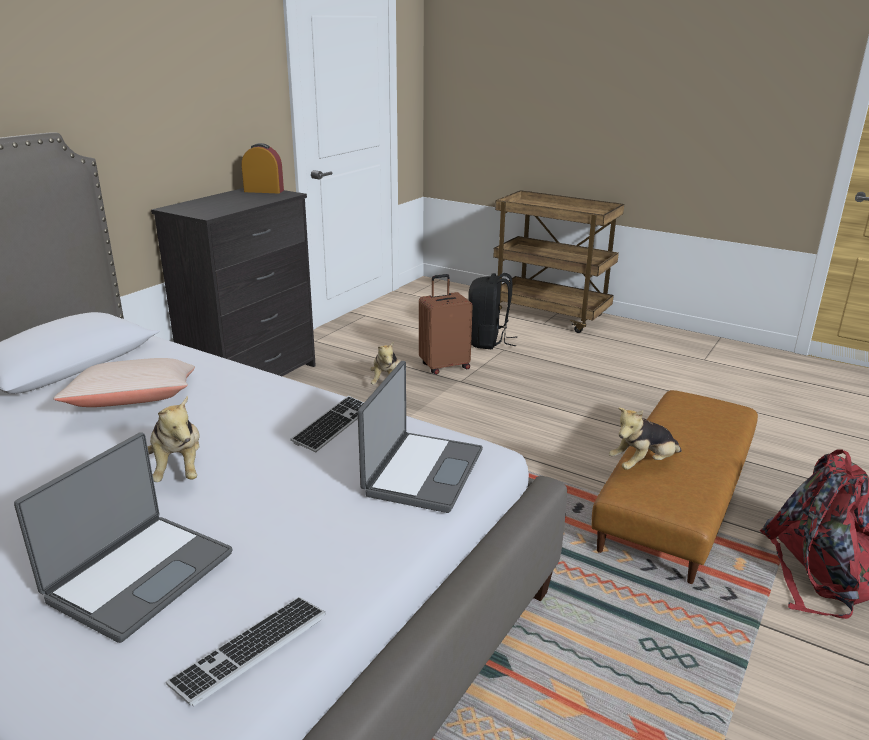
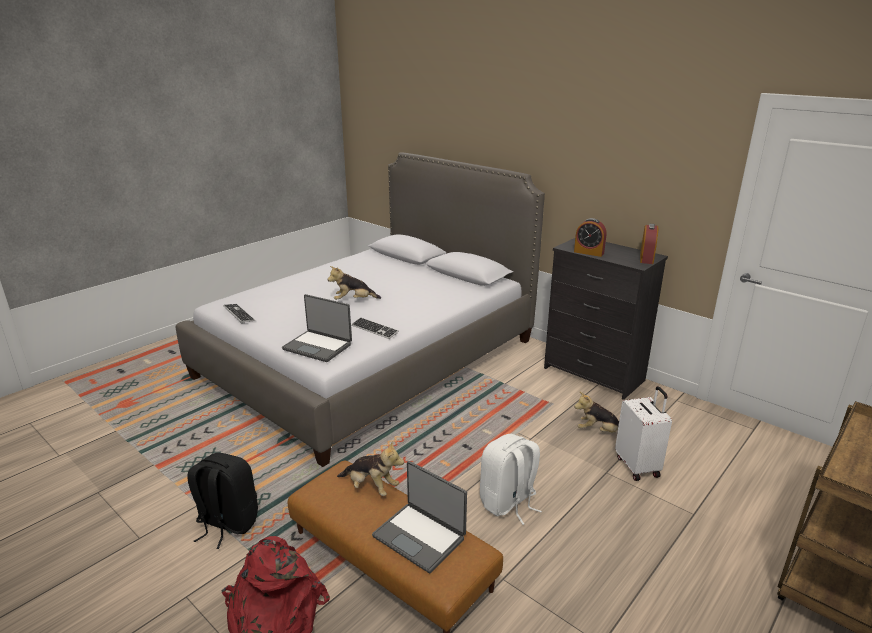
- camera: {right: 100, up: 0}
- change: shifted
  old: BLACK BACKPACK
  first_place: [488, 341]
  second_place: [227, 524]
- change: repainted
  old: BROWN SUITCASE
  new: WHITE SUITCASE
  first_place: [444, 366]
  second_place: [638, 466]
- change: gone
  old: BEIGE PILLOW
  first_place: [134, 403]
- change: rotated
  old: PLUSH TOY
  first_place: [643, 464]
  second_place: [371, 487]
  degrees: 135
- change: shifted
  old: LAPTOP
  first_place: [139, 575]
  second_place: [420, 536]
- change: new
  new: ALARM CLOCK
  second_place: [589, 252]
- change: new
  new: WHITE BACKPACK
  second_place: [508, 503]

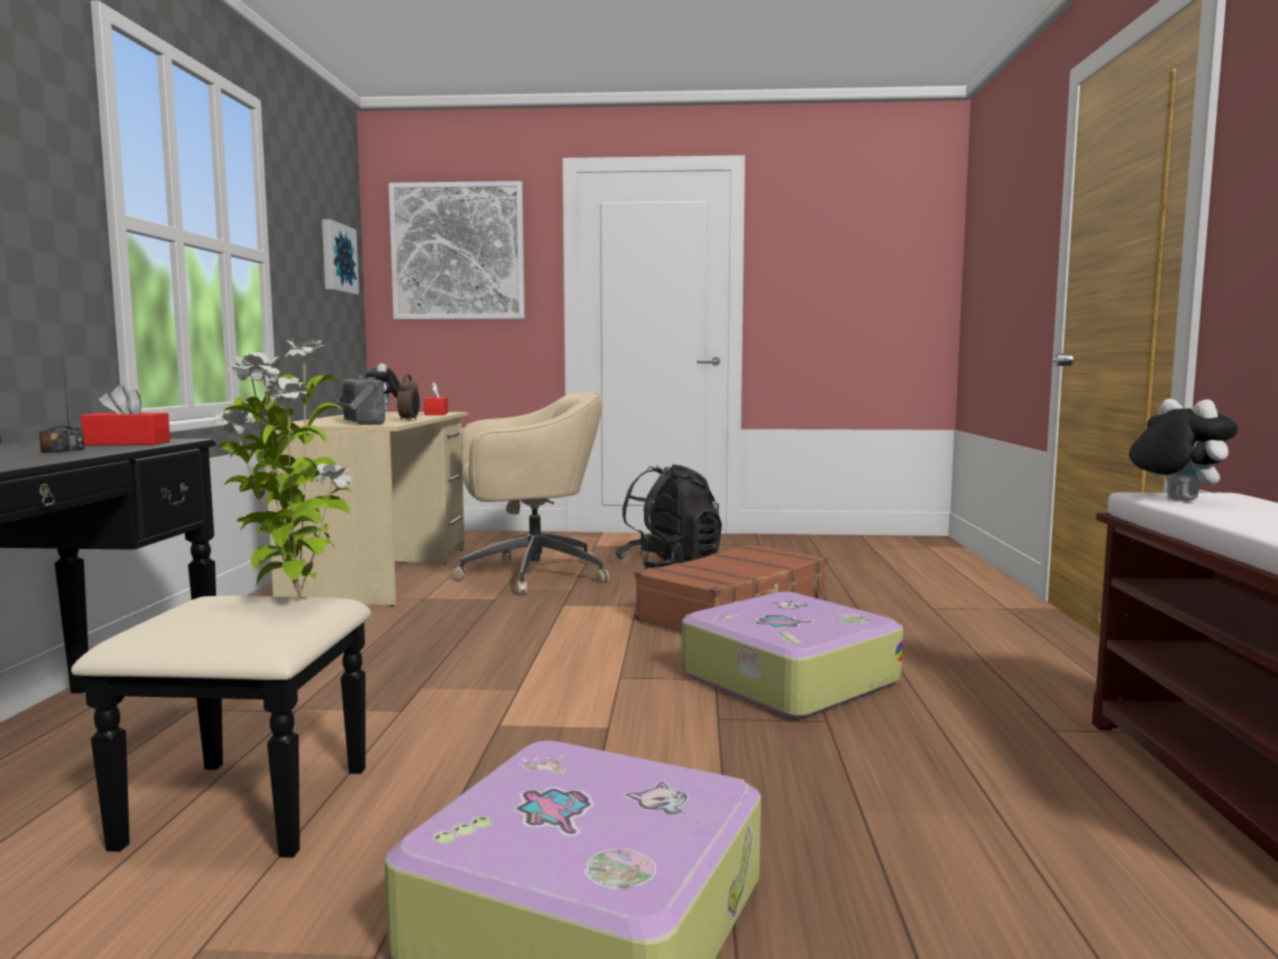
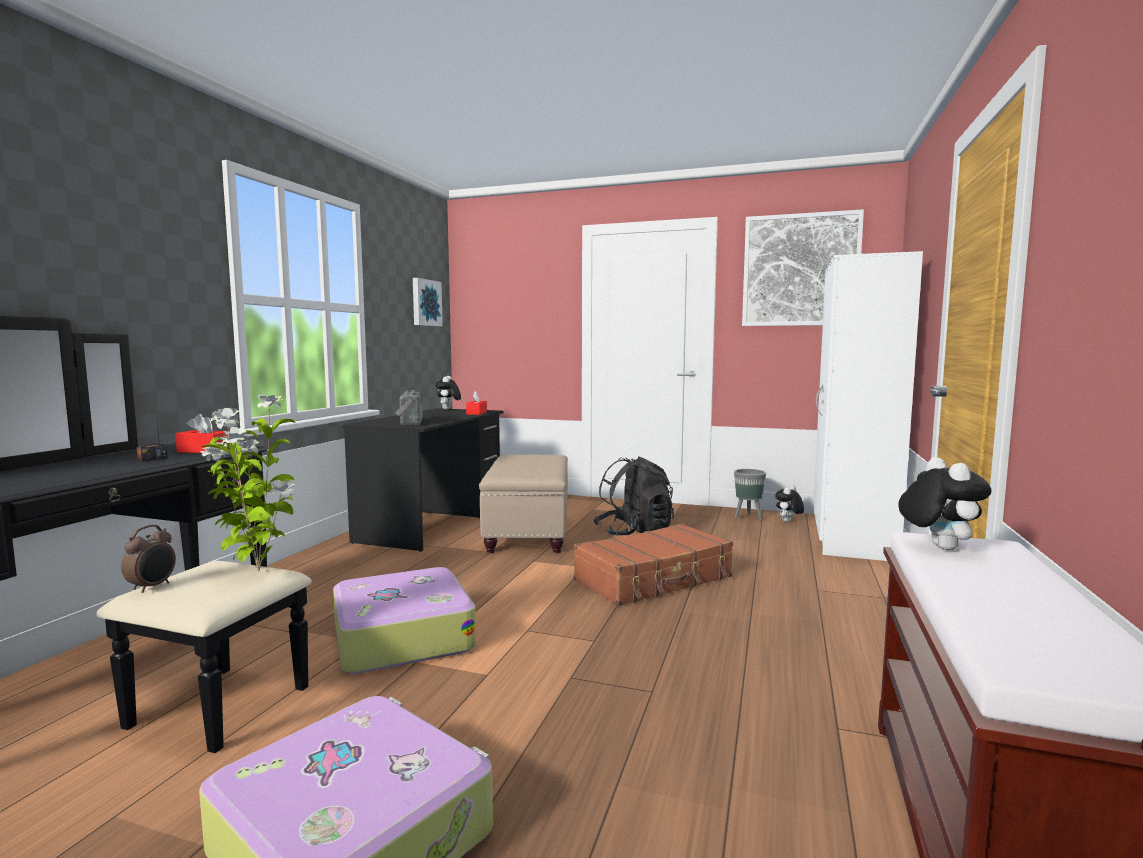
- camera: {right: 15, up: 0}
- change: shifted
  old: PICTURE
  first_place: [458, 251]
  second_place: [800, 270]
- change: shifted
  old: ALARM CLOCK
  first_place: [409, 420]
  second_place: [152, 587]
- change: swapped
  old: BEIGE OFFICE CHAIR
  new: BEIGE OTTOMAN
  first_place: [529, 575]
  second_place: [528, 533]
- change: repainted
  old: BEIGE DESK
  new: BLACK DESK
  first_place: [381, 573]
  second_place: [433, 523]
- change: shifted
  old: SUITCASE
  first_place: [786, 678]
  second_place: [401, 636]
- change: new
  new: WHITE WARDROBE
  second_place: [851, 539]
- change: new
  new: GREY PLANTER
  second_place: [748, 517]
- change: new
  new: PLUSH TOY
  second_place: [788, 521]

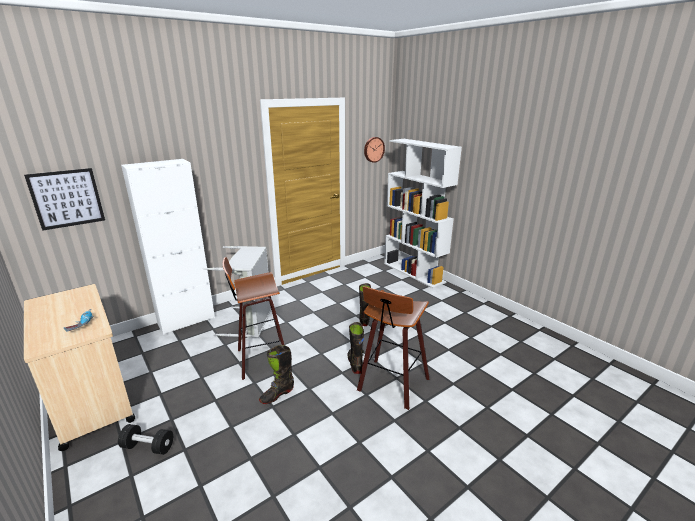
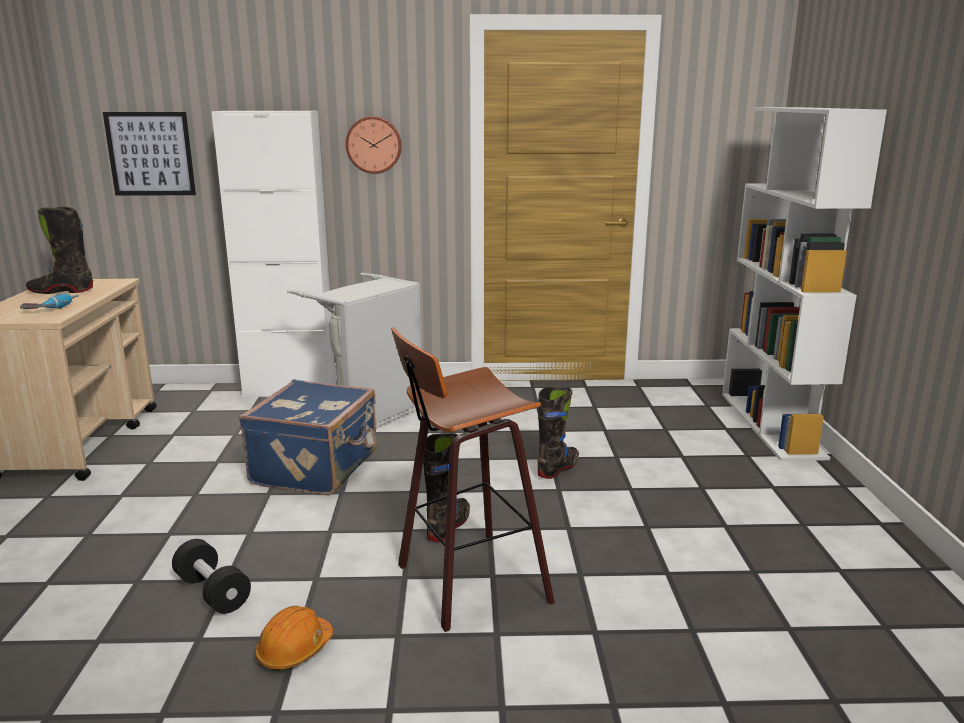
- camera: {right: 35, up: -5}
- change: shifted
  old: WALL CLOCK
  first_place: [373, 149]
  second_place: [374, 145]
- change: swapped
  old: STOOL
  new: BLUE SUITCASE
  first_place: [261, 359]
  second_place: [317, 468]
- change: shifted
  old: BLACK BOOT
  first_place: [277, 394]
  second_place: [61, 291]
- change: shifted
  old: BLACK DUMBBELL
  first_place: [148, 447]
  second_place: [212, 592]
- change: new
  new: ORANGE HARD HAT
  second_place: [294, 650]

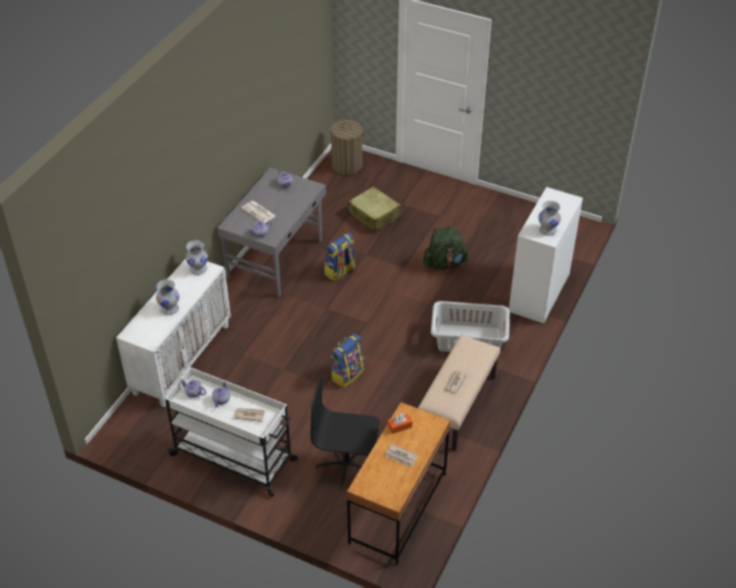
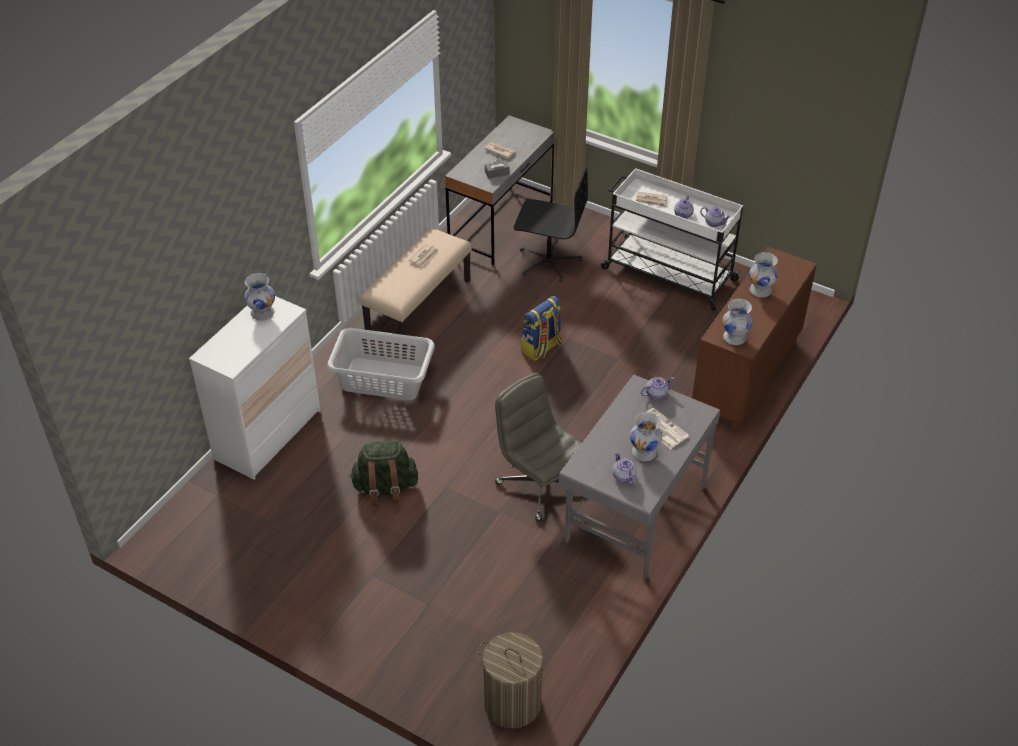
- camera: {right: -175, up: 0}
- change: gone
  old: BEIGE SUITCASE
  first_place: [374, 216]
- change: swapped
  old: BACKPACK
  new: GREY OFFICE CHAIR
  first_place: [340, 272]
  second_place: [540, 485]
- change: repainted
  old: WHITE CABINET
  new: BROWN CABINET
  first_place: [181, 358]
  second_place: [746, 378]
- change: repainted
  old: BROWN DESK
  new: GREY DESK
  first_place: [398, 508]
  second_place: [501, 224]
- change: repainted
  old: ORANGE TISSUE BOX
  new: GREY TISSUE BOX
  first_place: [399, 426]
  second_place: [497, 173]
- change: new
  new: WHITE VASE
  second_place: [644, 452]

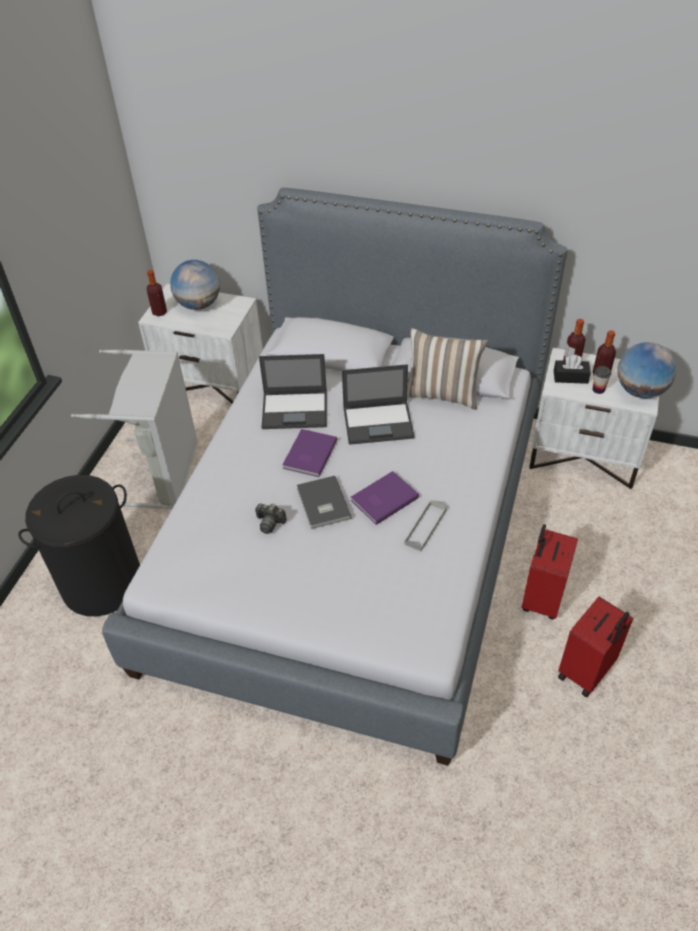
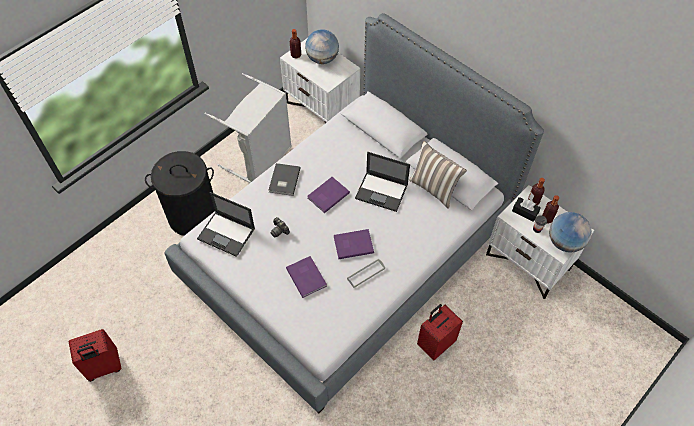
- camera: {right: 25, up: 10}
- change: shifted
  old: LAPTOP
  first_place: [295, 410]
  second_place: [227, 234]
- change: shifted
  old: GREY BOOK
  first_place: [322, 504]
  second_place: [283, 180]
- change: shifted
  old: RED SUITCASE
  first_place: [587, 672]
  second_place: [104, 367]
- change: new
  new: PURPLE BOOK
  second_place: [307, 276]

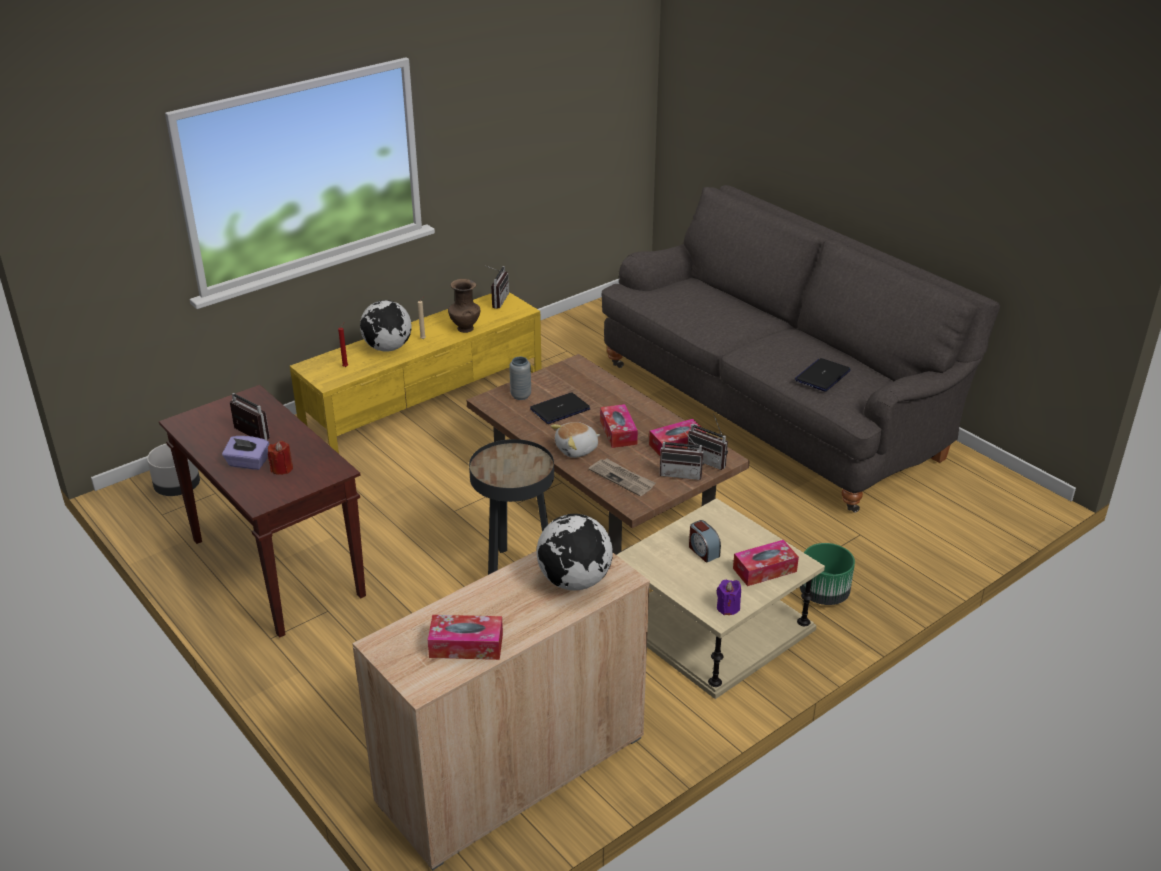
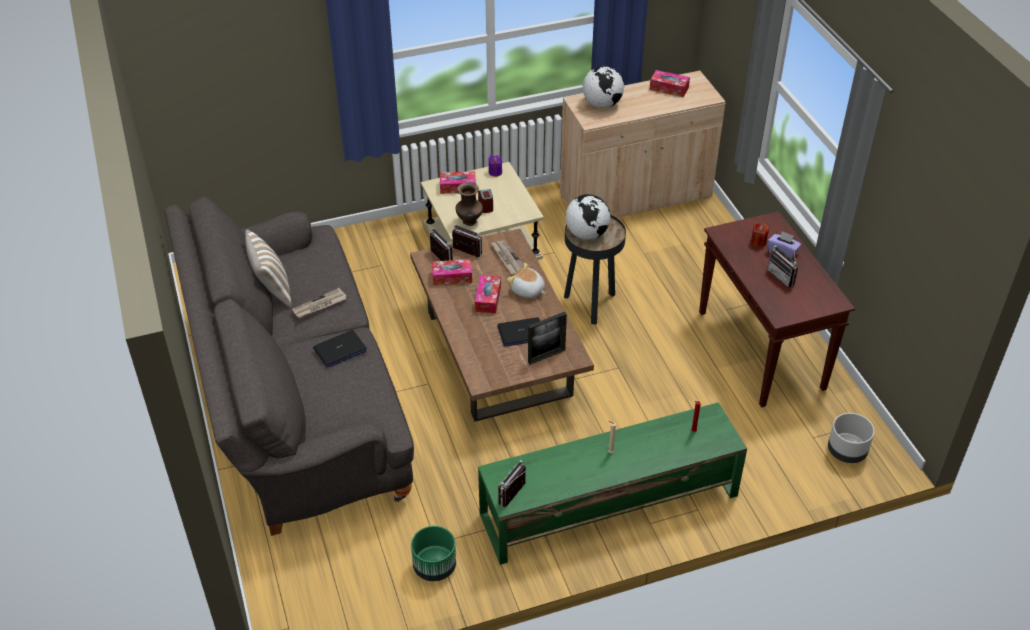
- camera: {right: -160, up: 10}
- change: shifted
  old: BROWN VASE
  first_place: [465, 328]
  second_place: [469, 222]
- change: repainted
  old: YELLOW TV STAND
  new: GREEN TV STAND
  first_place: [426, 400]
  second_place: [608, 505]
- change: shifted
  old: GLOBE
  first_place: [388, 348]
  second_place: [587, 234]
- change: swapped
  old: GREY VASE
  new: PICTURE FRAME
  first_place: [521, 396]
  second_place: [546, 356]
- change: shifted
  old: LAPTOP
  first_place: [822, 376]
  second_place: [340, 350]
- change: rotated
  old: PLUSH TOY
  first_place: [577, 450]
  second_place: [527, 291]
  degrees: -135
- change: shifted
  old: GREEN PLANTER
  first_place: [824, 594]
  second_place: [434, 566]
- change: new
  new: PILLOW
  second_place: [272, 290]
- change: new
  new: NEWSPAPER
  second_place: [319, 305]

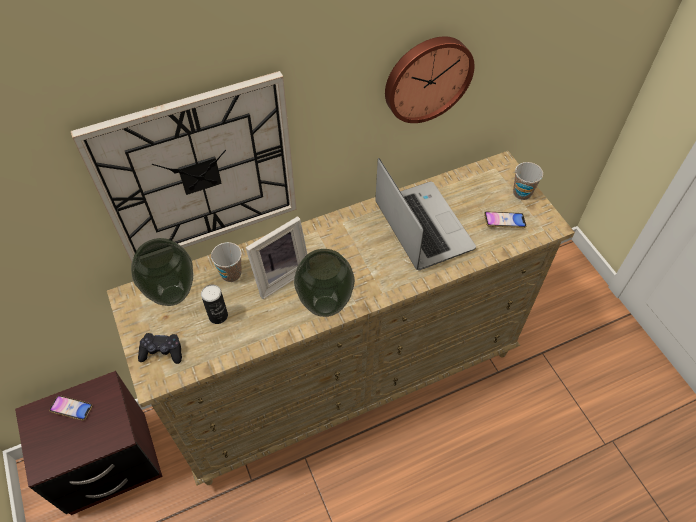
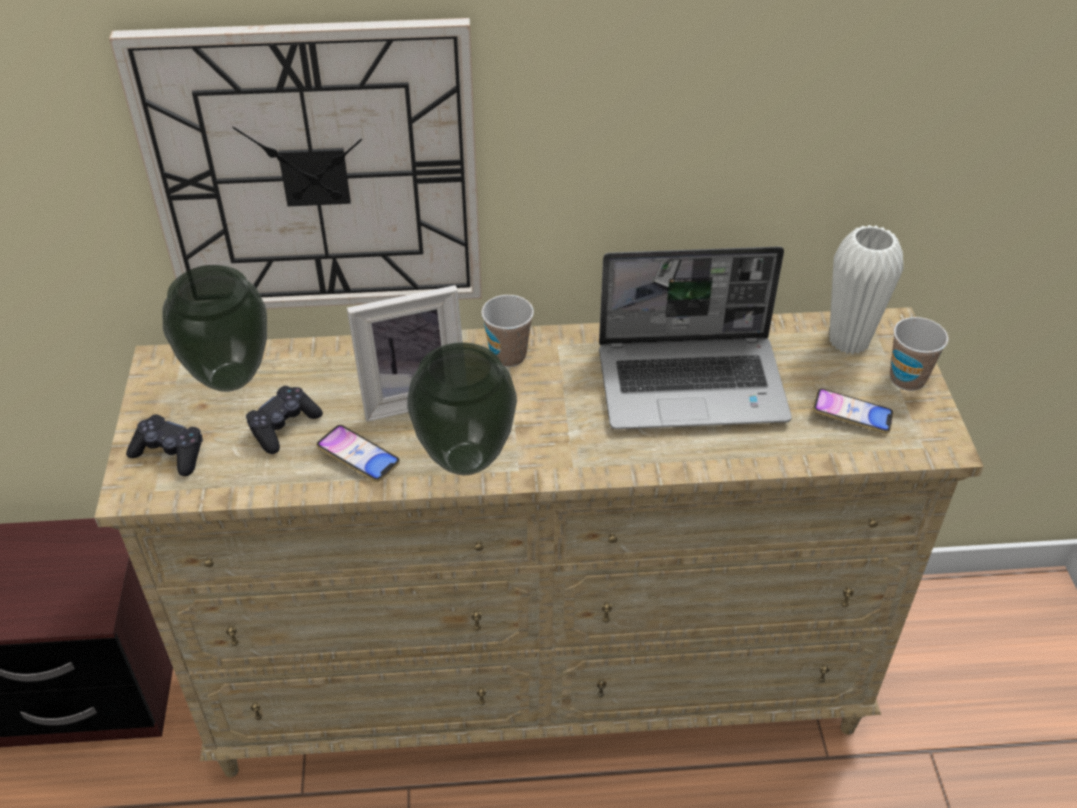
- camera: {right: 20, up: -10}
- change: gone
  old: WALL CLOCK
  first_place: [427, 78]
- change: rotated
  old: LAPTOP
  first_place: [421, 226]
  second_place: [693, 384]
  degrees: 90
- change: shifted
  old: CUP
  first_place: [231, 274]
  second_place: [508, 356]
- change: swapped
  old: CAN
  new: BLACK GAME CONTROLLER
  first_place: [218, 316]
  second_place: [283, 426]
- change: shifted
  old: PHONE
  first_place: [72, 409]
  second_place: [358, 457]
- change: new
  new: WHITE VASE
  second_place: [848, 341]

